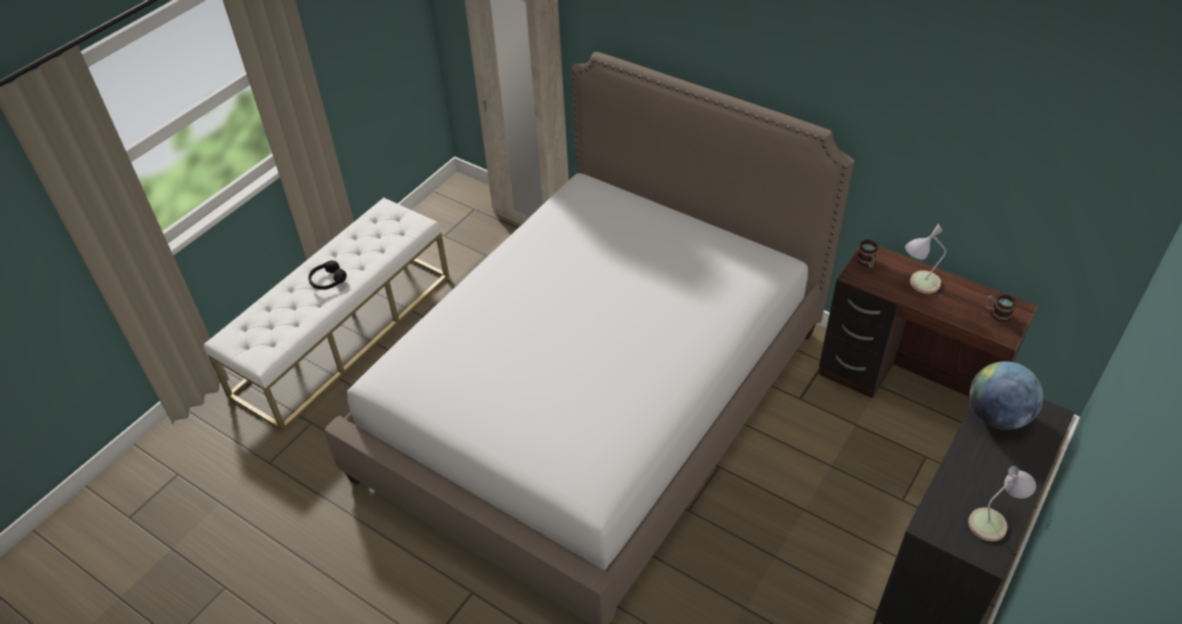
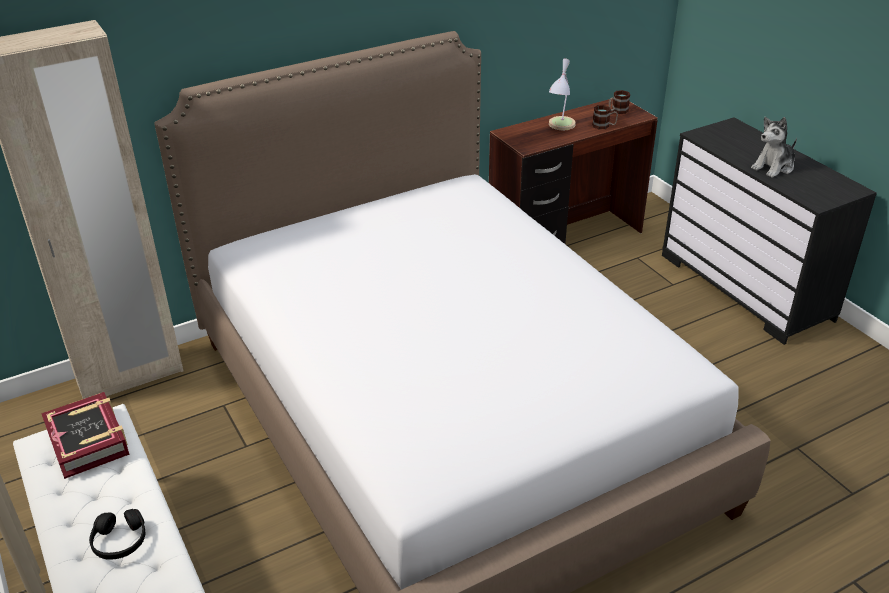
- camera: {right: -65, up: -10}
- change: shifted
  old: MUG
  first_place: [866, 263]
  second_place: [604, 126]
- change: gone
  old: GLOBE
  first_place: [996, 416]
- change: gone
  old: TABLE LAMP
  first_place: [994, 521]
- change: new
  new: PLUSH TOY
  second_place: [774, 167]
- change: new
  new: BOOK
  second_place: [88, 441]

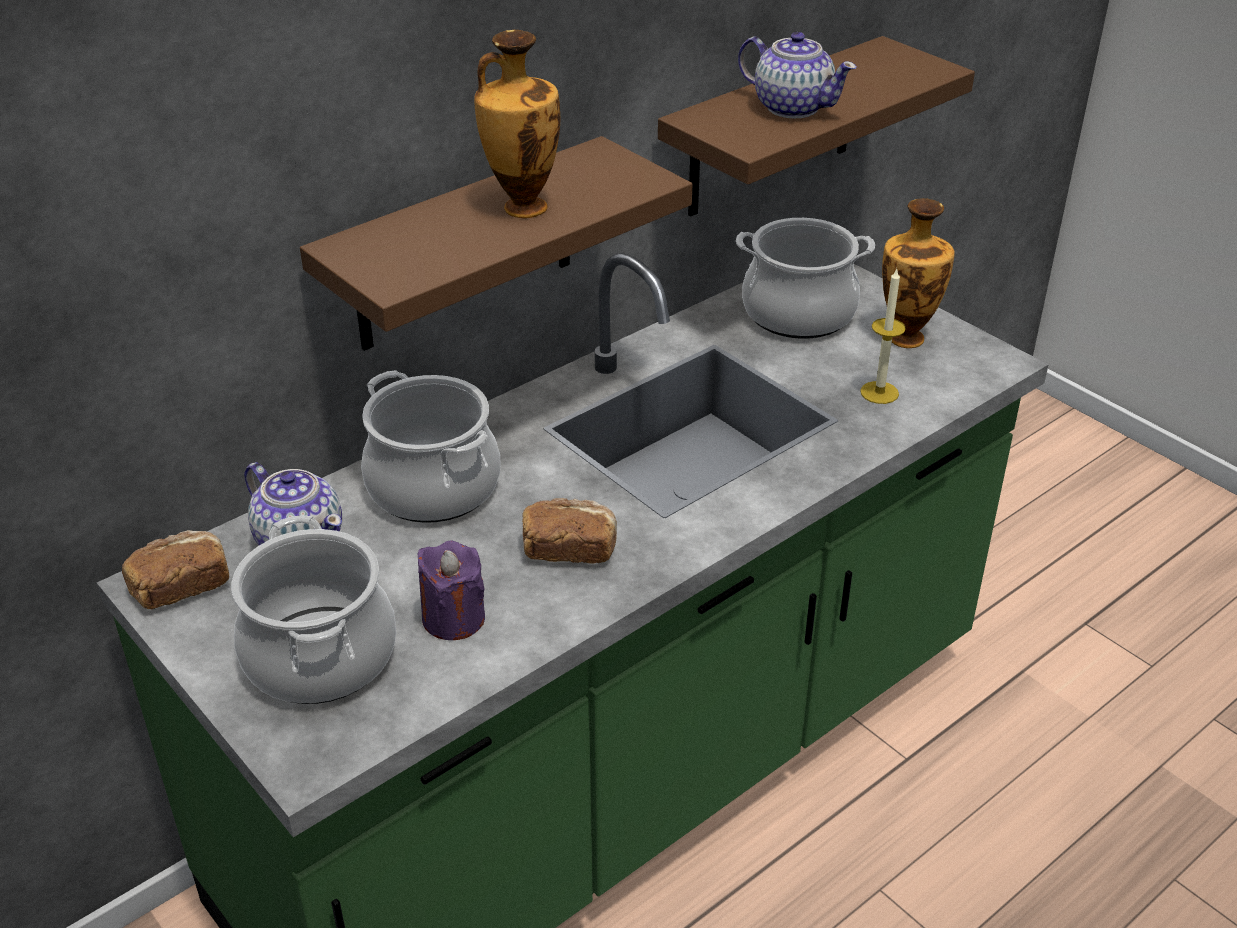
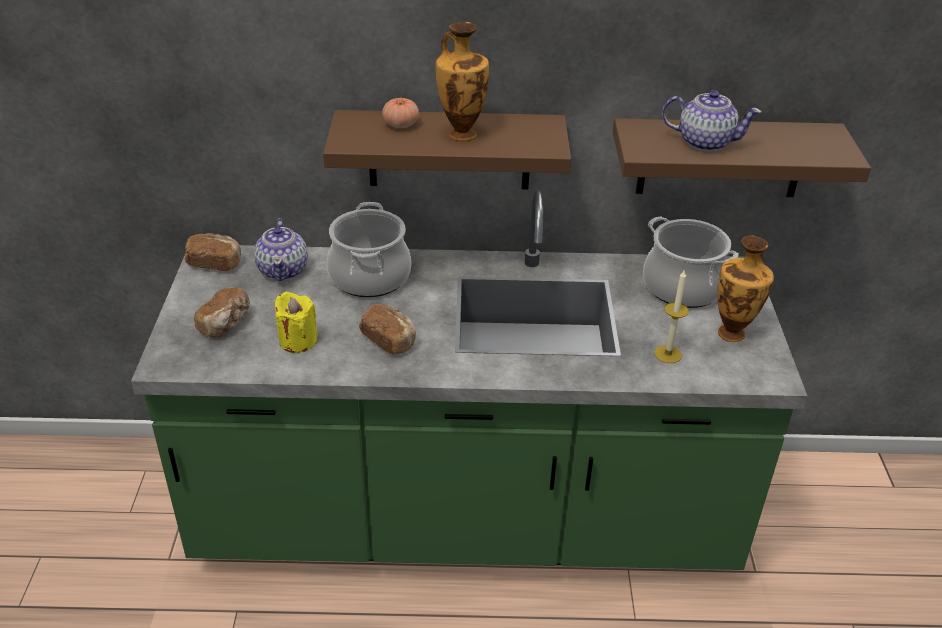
- camera: {right: 40, up: 0}
- change: rotated
  old: TEAPOT
  first_place: [792, 107]
  second_place: [704, 142]
  degrees: -60
- change: swapped
  old: COOKING POT
  new: BREAD
  first_place: [321, 656]
  second_place: [226, 324]
- change: repainted
  old: PURPLE CANDLE
  new: YELLOW CANDLE
  first_place: [453, 618]
  second_place: [297, 341]
- change: new
  new: TOMATO
  second_place: [400, 125]

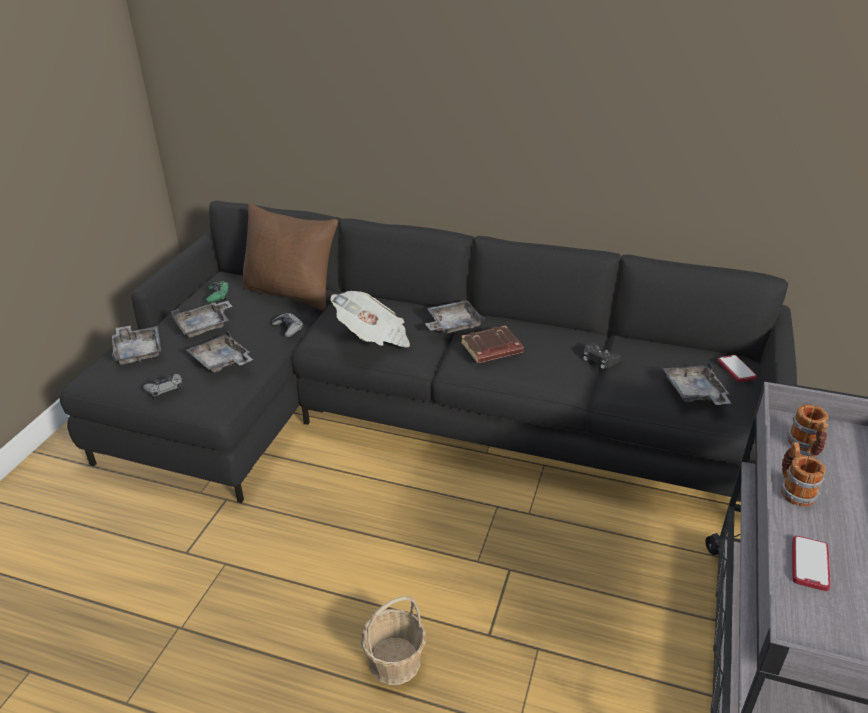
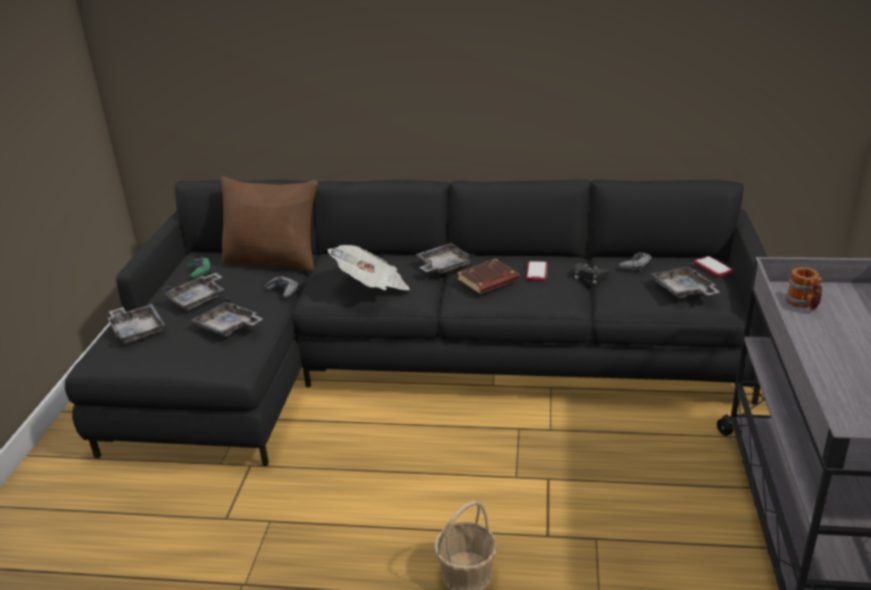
- camera: {right: -10, up: -5}
- change: shifted
  old: GREY GAME CONTROLLER
  first_place: [165, 388]
  second_place: [636, 265]
- change: gone
  old: MUG
  first_place: [794, 489]
- change: shifted
  old: PHONE
  first_place: [810, 564]
  second_place: [536, 272]

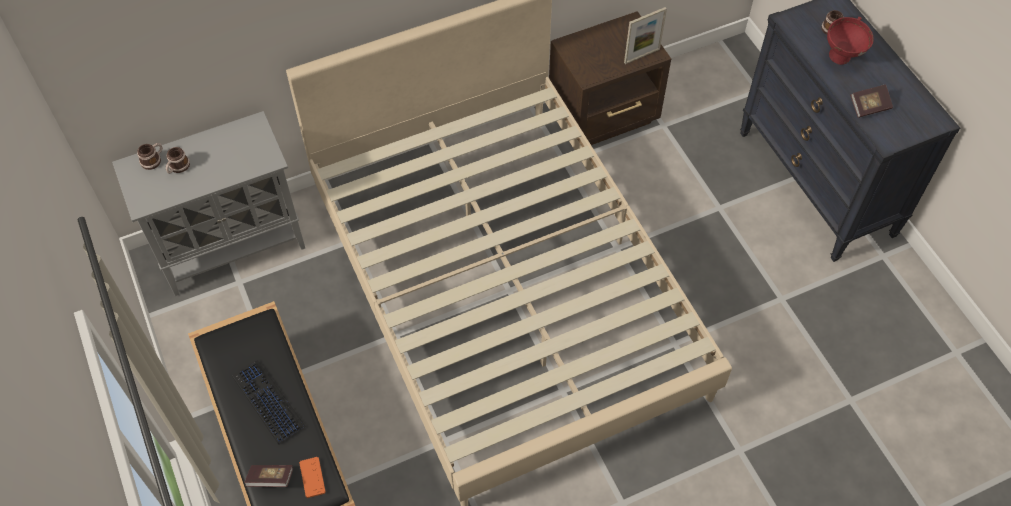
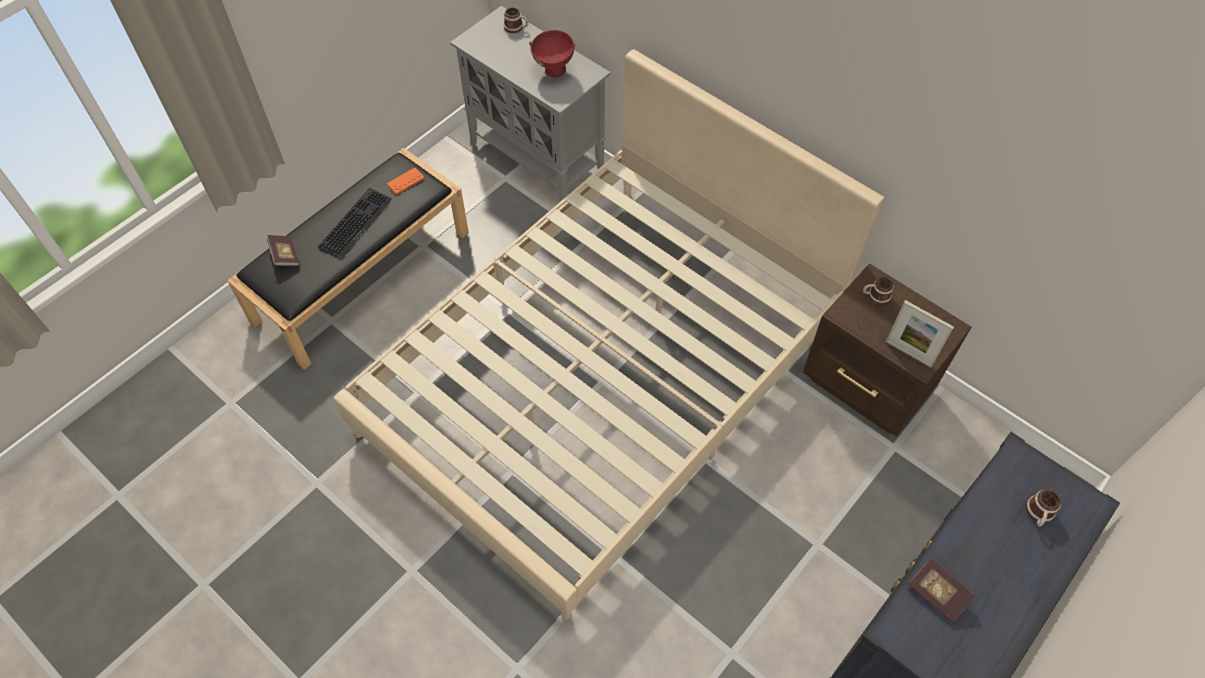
- camera: {right: 65, up: 0}
- change: shifted
  old: RED BOWL
  first_place: [842, 58]
  second_place: [554, 72]
- change: shifted
  old: MUG
  first_place: [177, 167]
  second_place: [875, 296]
- change: shifted
  old: ORANGE GAME CONTROLLER
  first_place: [312, 477]
  second_place: [406, 181]

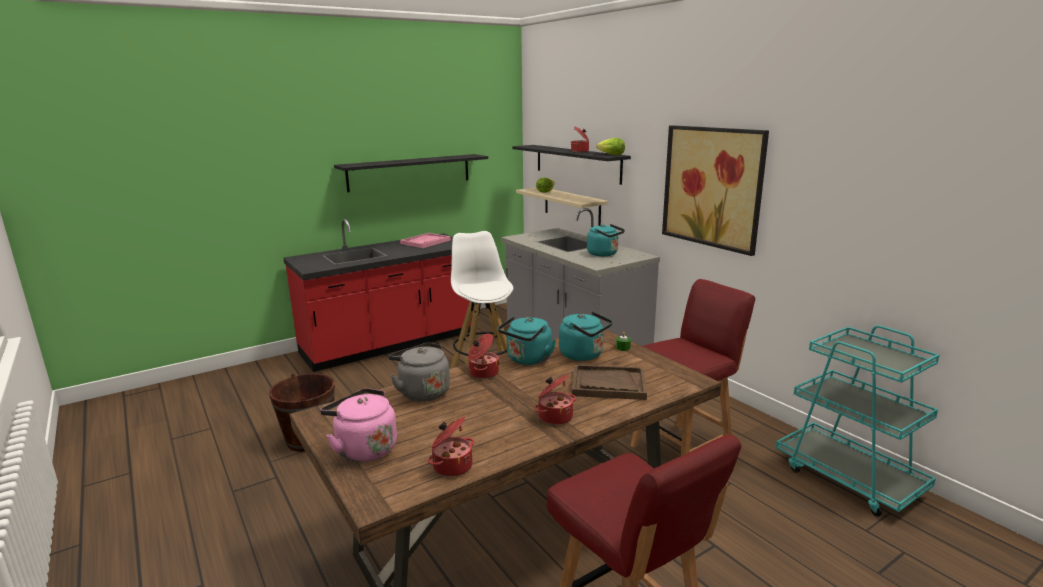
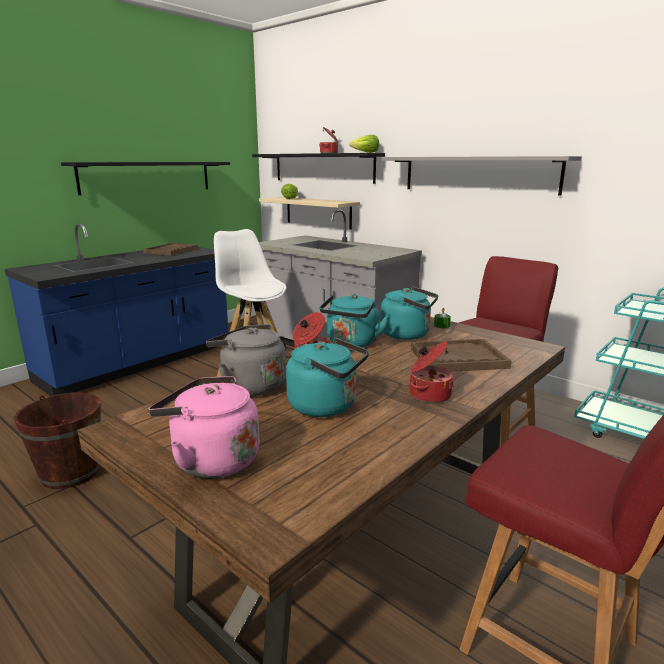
- camera: {right: -15, up: 0}
- change: swapped
  old: PICTURE
  new: GREY SHELF
  first_place: [712, 187]
  second_place: [478, 174]
- change: repainted
  old: RED COUNTER
  new: BLUE COUNTER
  first_place: [390, 344]
  second_place: [138, 363]
- change: shifted
  old: TURQUOISE KETTLE
  first_place: [604, 254]
  second_place: [327, 406]
- change: repainted
  old: PINK TRAY
  new: BROWN TRAY
  first_place: [425, 242]
  second_place: [171, 251]
- change: gone
  old: COOKING POT
  first_place: [452, 466]

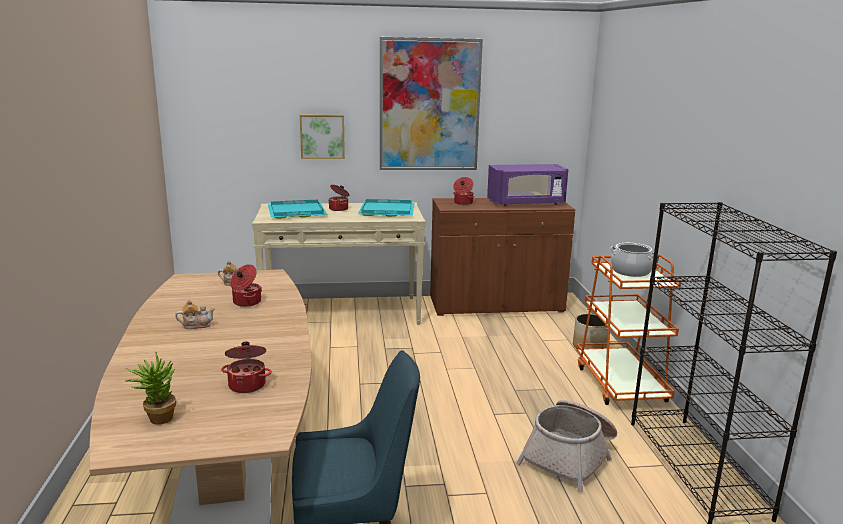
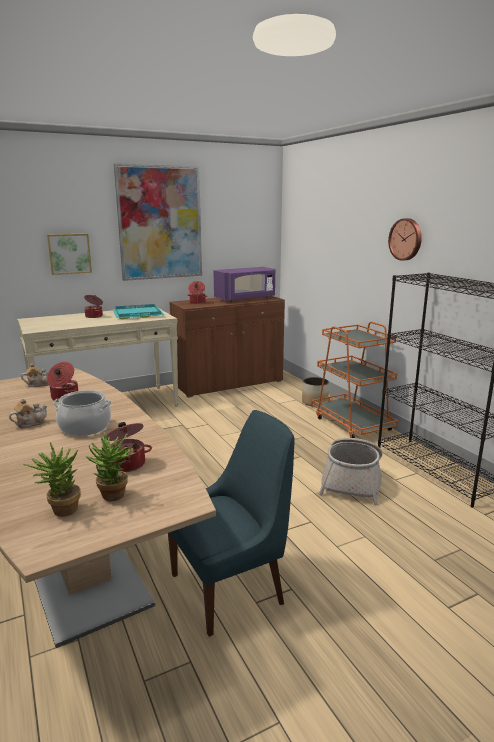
- camera: {right: -20, up: 0}
- change: gone
  old: TURQUOISE TRAY
  first_place: [295, 212]
- change: shifted
  old: COOKING POT
  first_place: [630, 271]
  second_place: [85, 427]
- change: new
  new: WALL CLOCK
  second_place: [406, 239]
- change: new
  new: POTTED PLANT
  second_place: [114, 498]

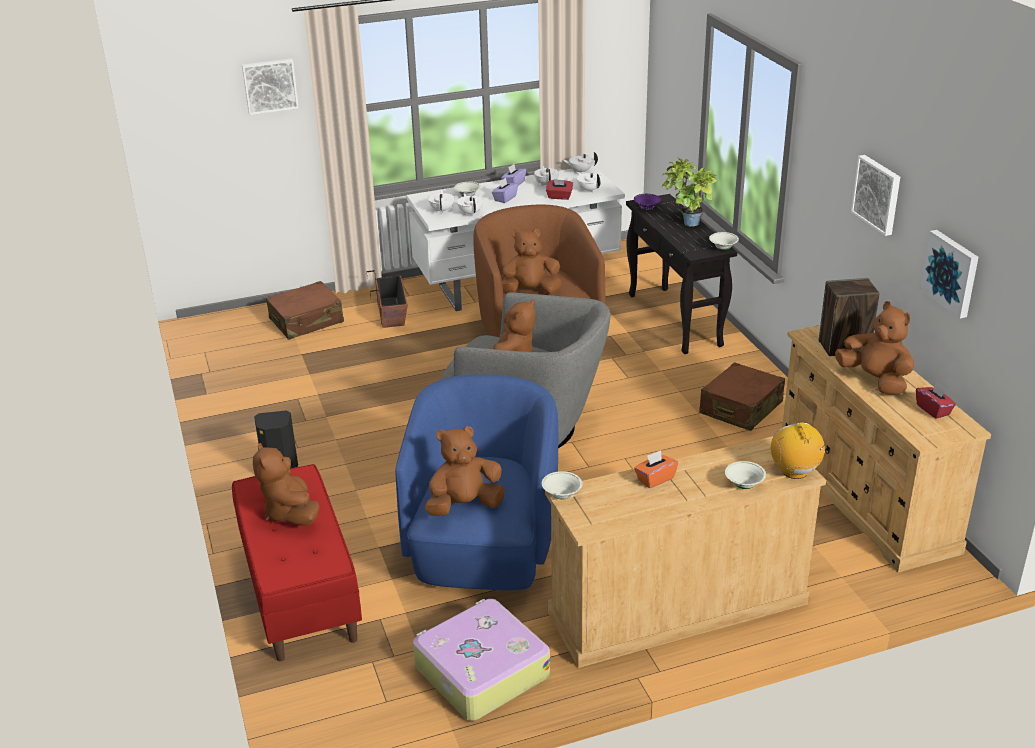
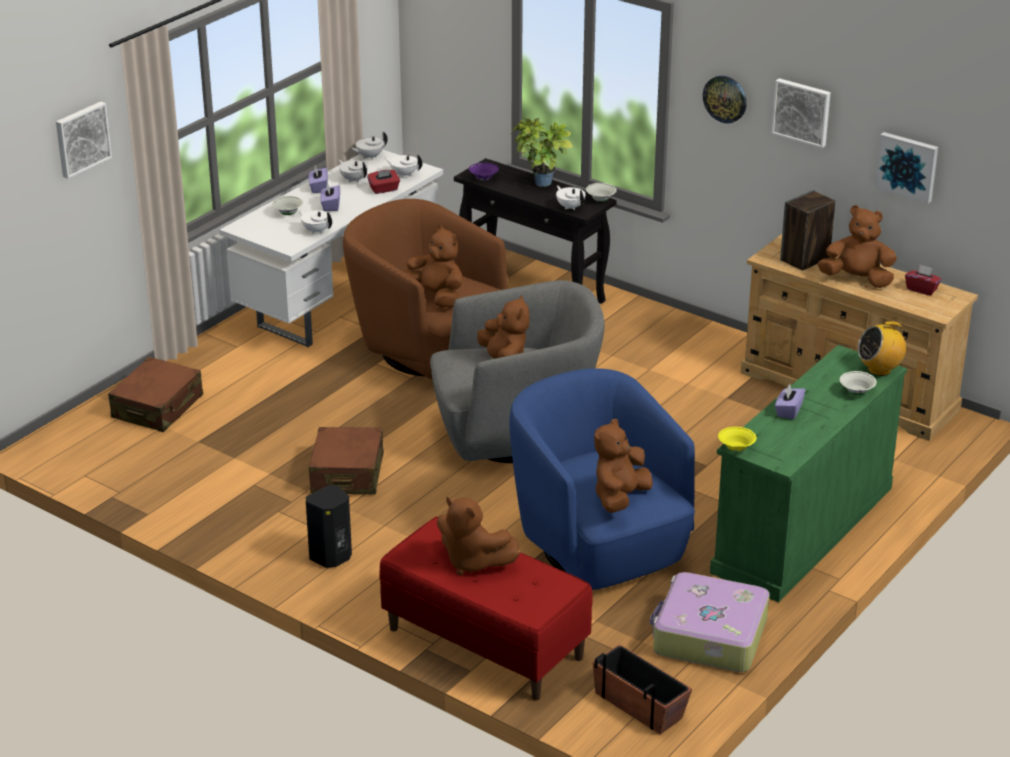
- camera: {right: -35, up: 0}
- change: shifted
  old: WHITE TEAPOT
  first_place: [442, 210]
  second_place: [570, 207]
- change: rotated
  old: BROWN PLUSH TOY
  first_place: [529, 292]
  second_place: [436, 296]
  degrees: 90
- change: shifted
  old: PLANTER
  first_place: [391, 313]
  second_place: [639, 705]
- change: shifted
  old: BROWN SUITCASE
  first_place: [740, 408]
  second_place: [347, 474]
- change: rotated
  old: RADIO
  first_place: [795, 471]
  second_place: [879, 369]
  degrees: -60
- change: repainted
  old: BEIGE DRESSER
  new: GREEN DRESSER
  first_place: [676, 609]
  second_place: [803, 530]
- change: repainted
  old: ORANGE TISSUE BOX
  new: PURPLE TISSUE BOX
  first_place: [655, 479]
  second_place: [788, 411]
- change: repainted
  old: WHITE BOWL
  new: YELLOW BOWL
  first_place: [561, 496]
  second_place: [736, 449]
- change: new
  new: WALL CLOCK
  second_place: [725, 98]

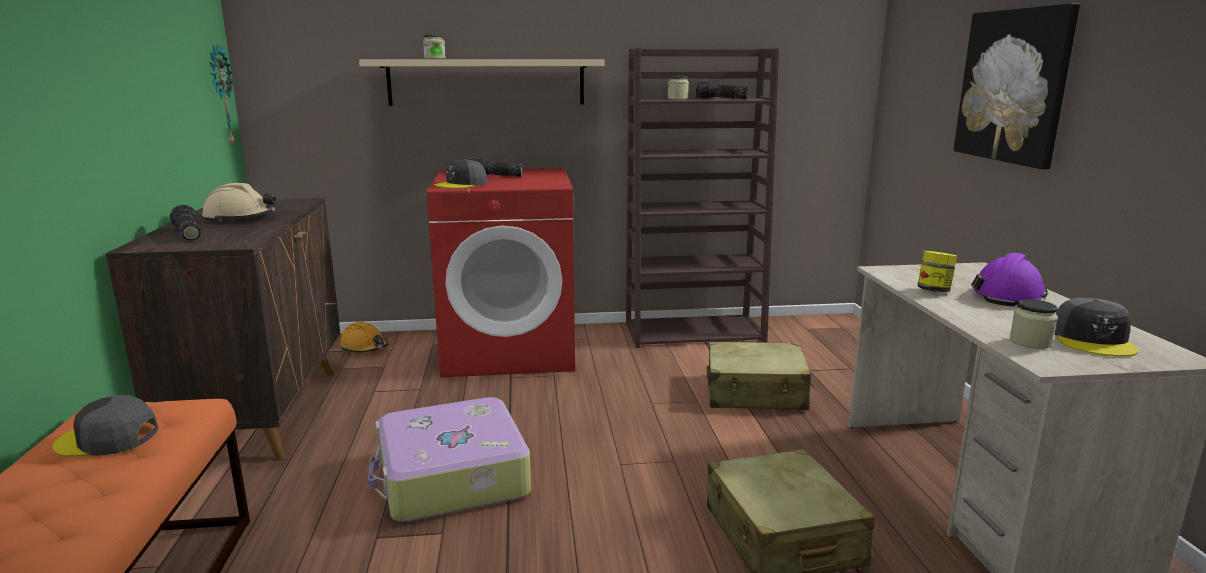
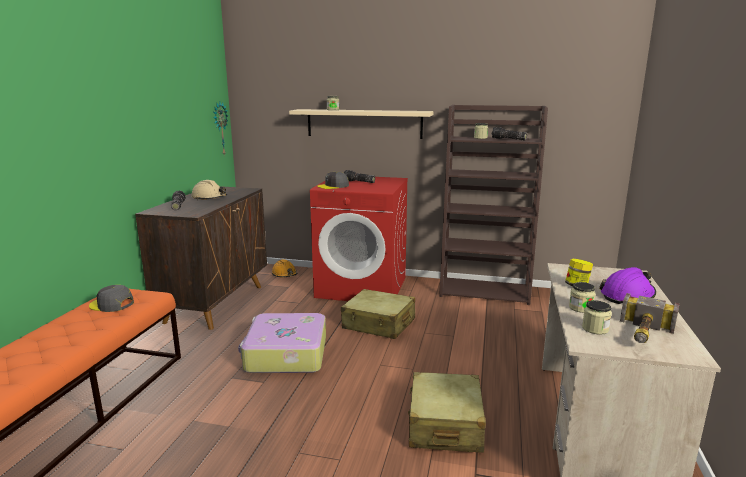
- camera: {right: 20, up: 0}
- change: gone
  old: PICTURE
  first_place: [1014, 86]
- change: swapped
  old: GREY CAP
  new: HAMMER
  first_place: [1093, 340]
  second_place: [643, 334]
- change: shifted
  old: BEIGE SUITCASE
  first_place: [756, 393]
  second_place: [379, 324]
- change: new
  new: JAR
  second_place: [580, 308]

